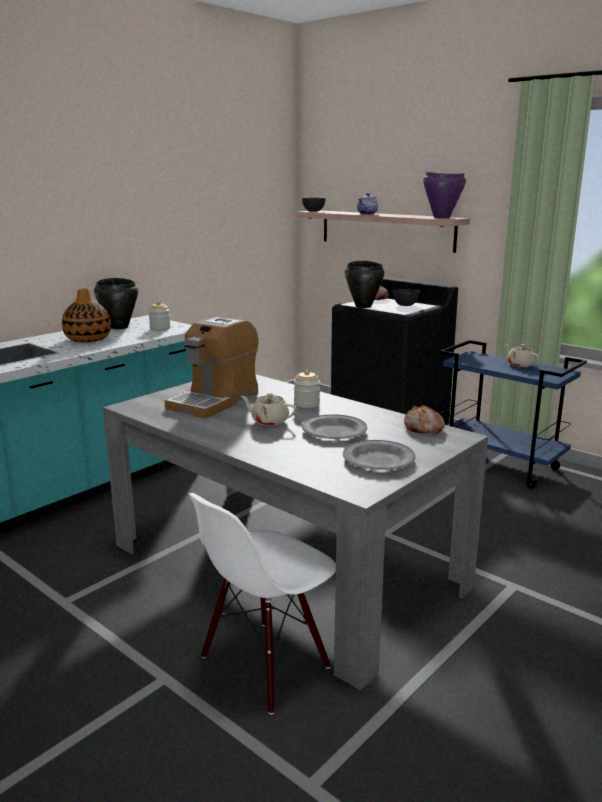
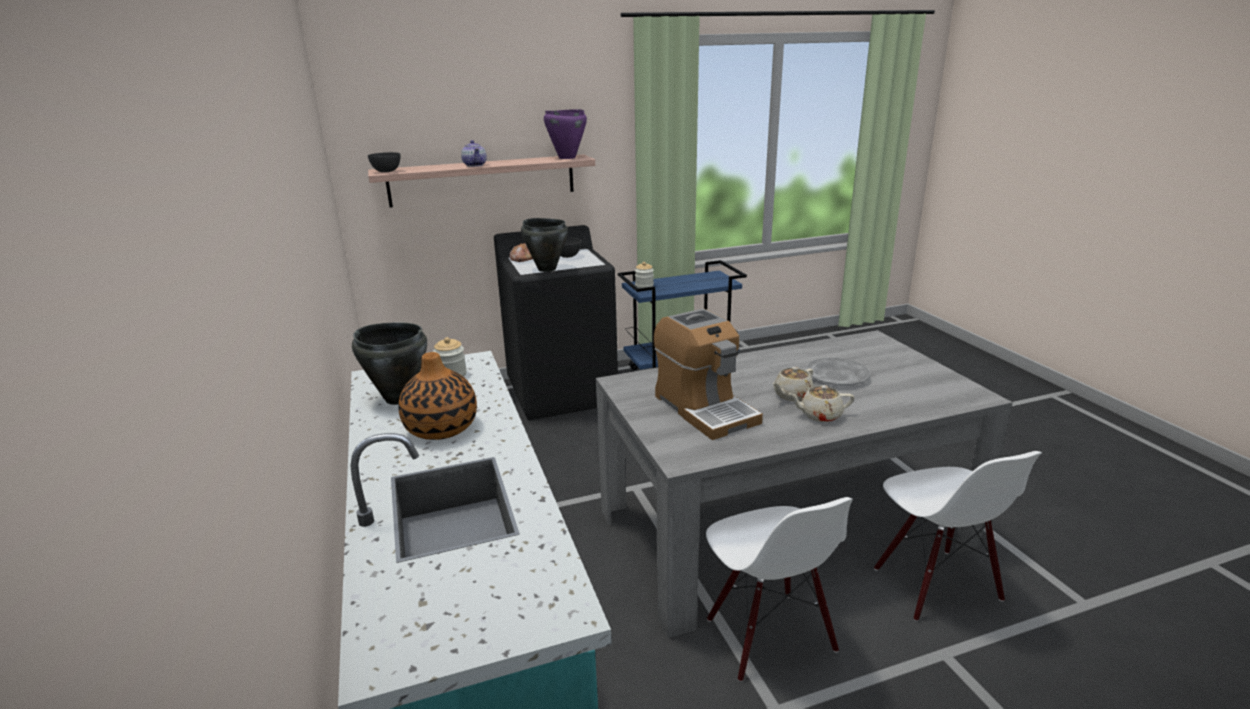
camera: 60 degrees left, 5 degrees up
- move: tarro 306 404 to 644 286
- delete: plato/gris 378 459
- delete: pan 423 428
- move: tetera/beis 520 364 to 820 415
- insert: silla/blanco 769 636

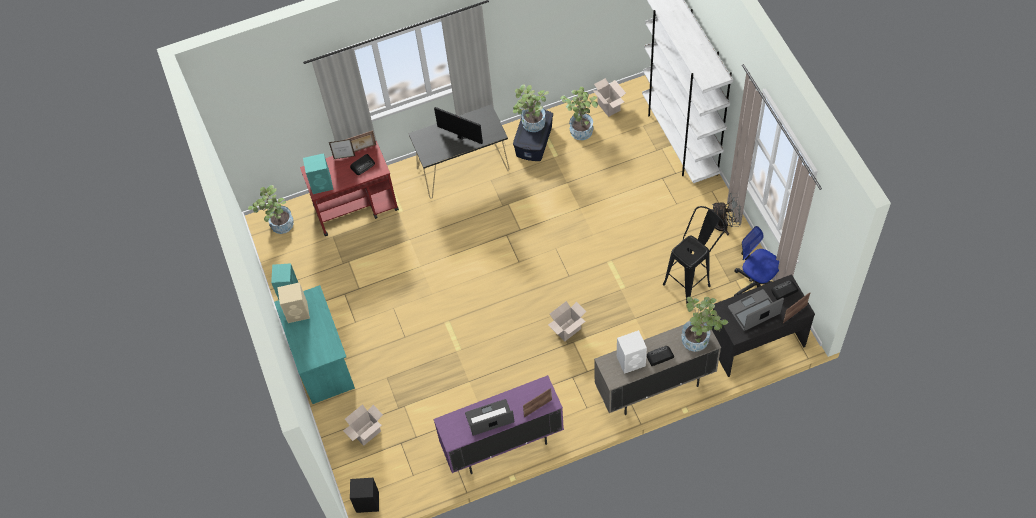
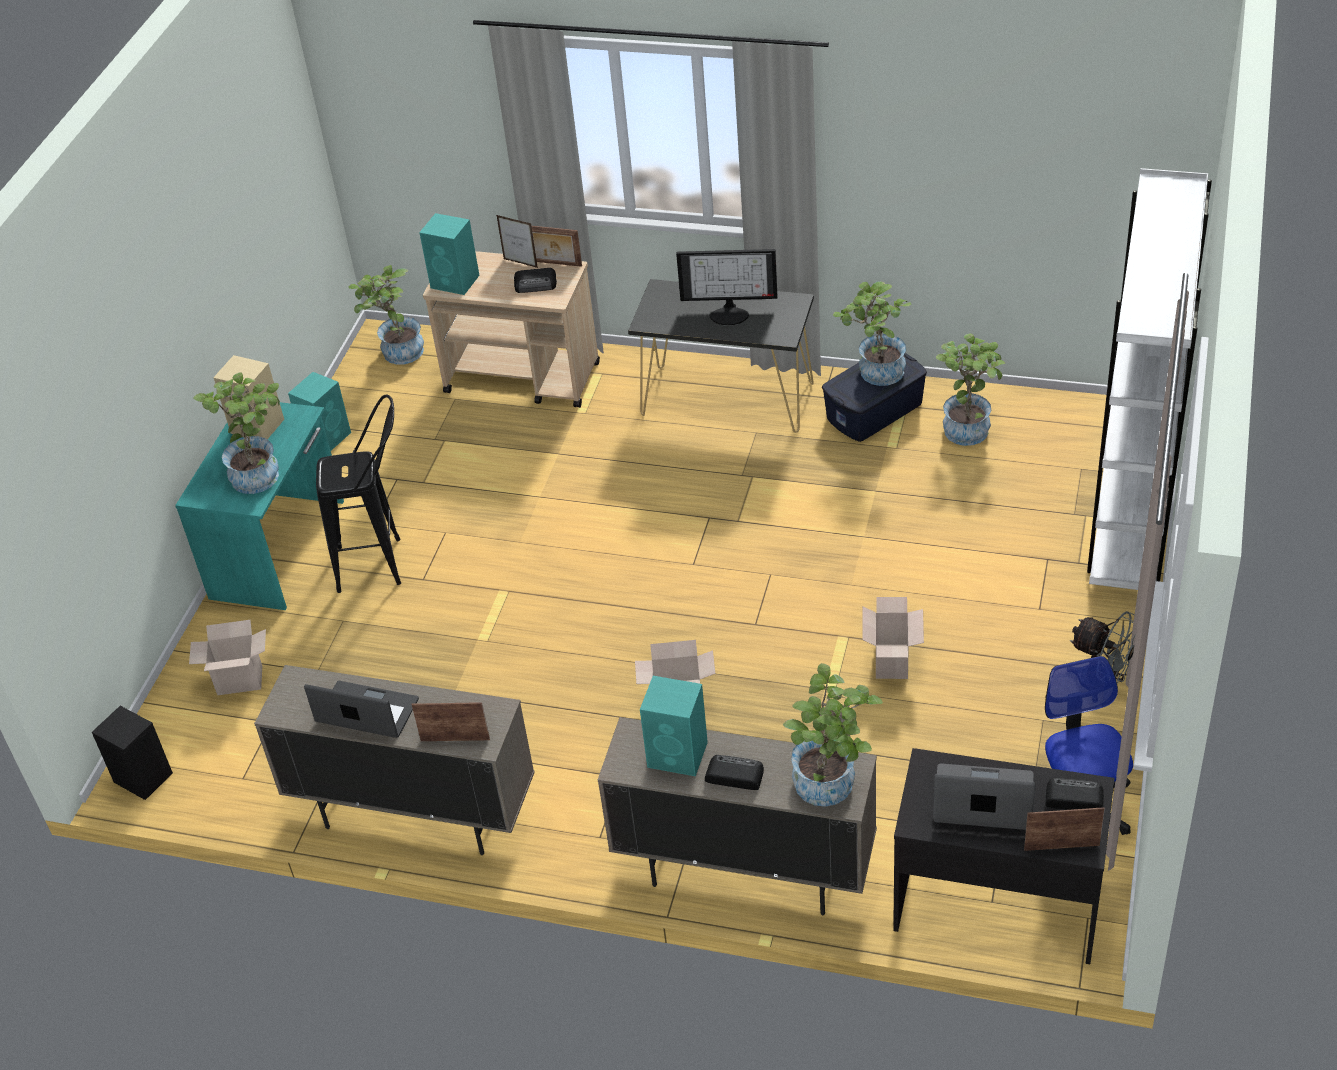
camera: 35 degrees right, 15 degrees down
- recolor: carrito/rojo 356 208 to carrito/beis 523 378
- recolor: armario/morado 502 445 to armario/beis 414 815
- rotate: monitor 462 134 = 730 313 120 degrees clockwise
- move: caja de cartón 609 107 to 893 663
- recolor: altavoz/blanco 631 361 to altavoz/turquesa 679 755
- move: taburete/negro 691 281 to 383 564
- insert: planta en maceta 260 472

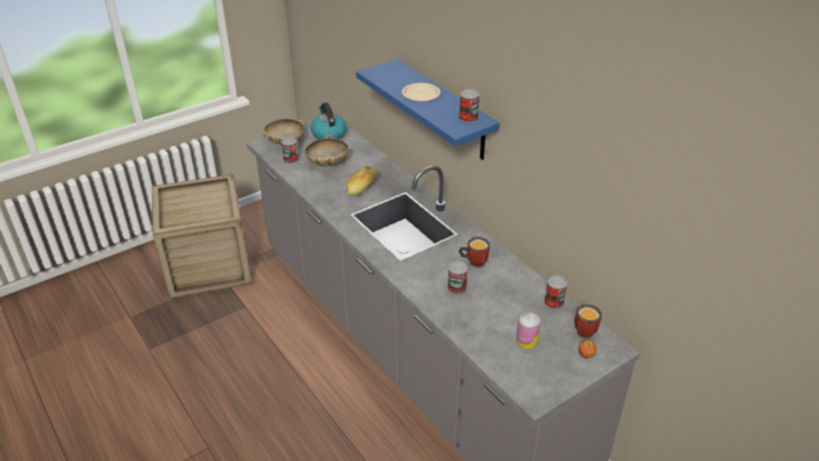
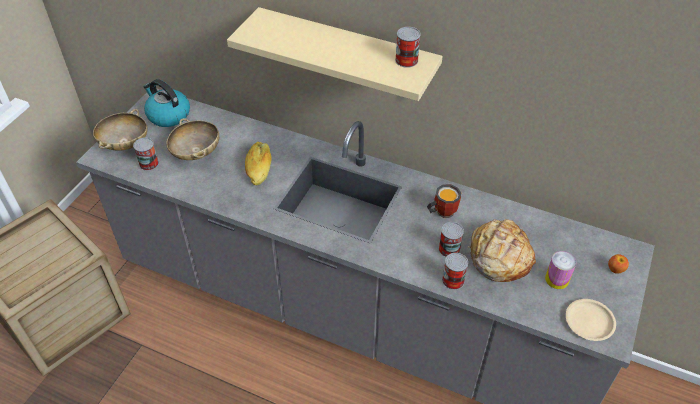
camera: 30 degrees left, 10 degrees up
- recolor: estante/azul 444 110 to estante/beis 347 55
- move: plato/beis 421 95 to 589 322
- move: lata 554 302 to 453 280
- delete: taza grande 585 330
- insert: pan 499 257

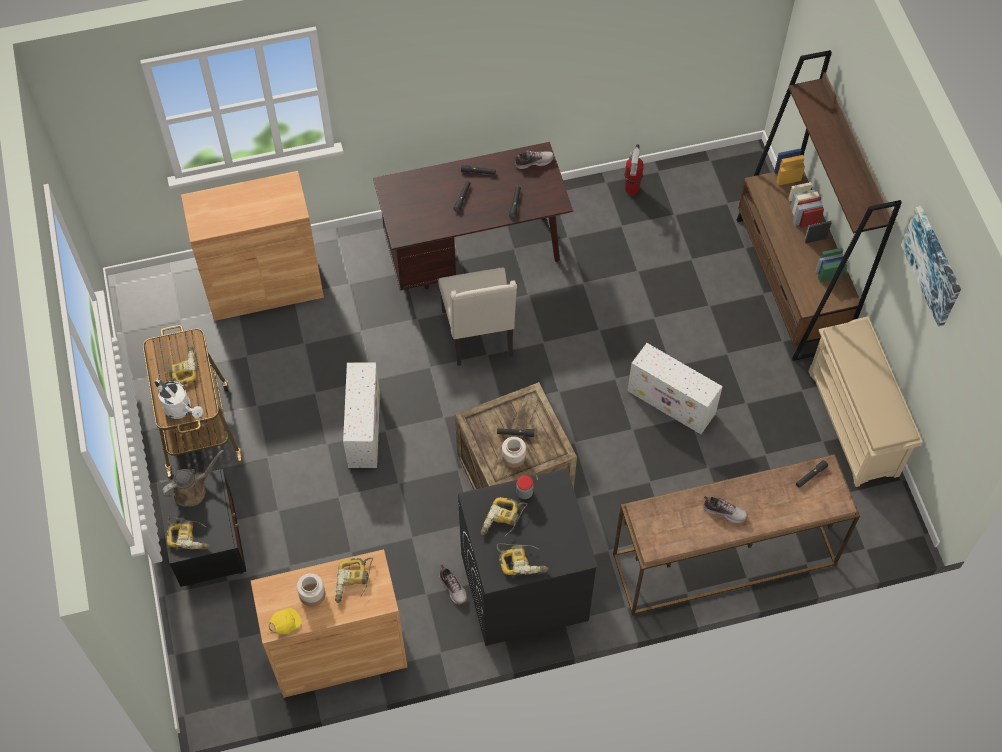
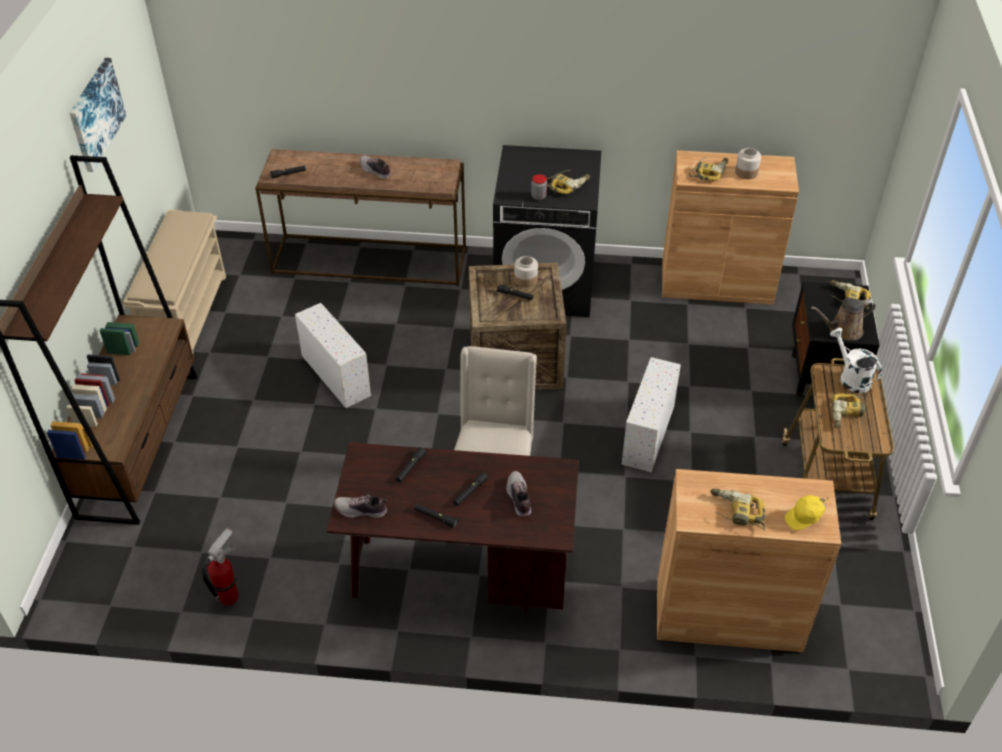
camera: 160 degrees left, 15 degrees down
- move: gorra/amarillo 285 624 to 804 519
- move: zapato 453 588 to 518 498
- move: taladro 522 561 to 736 512

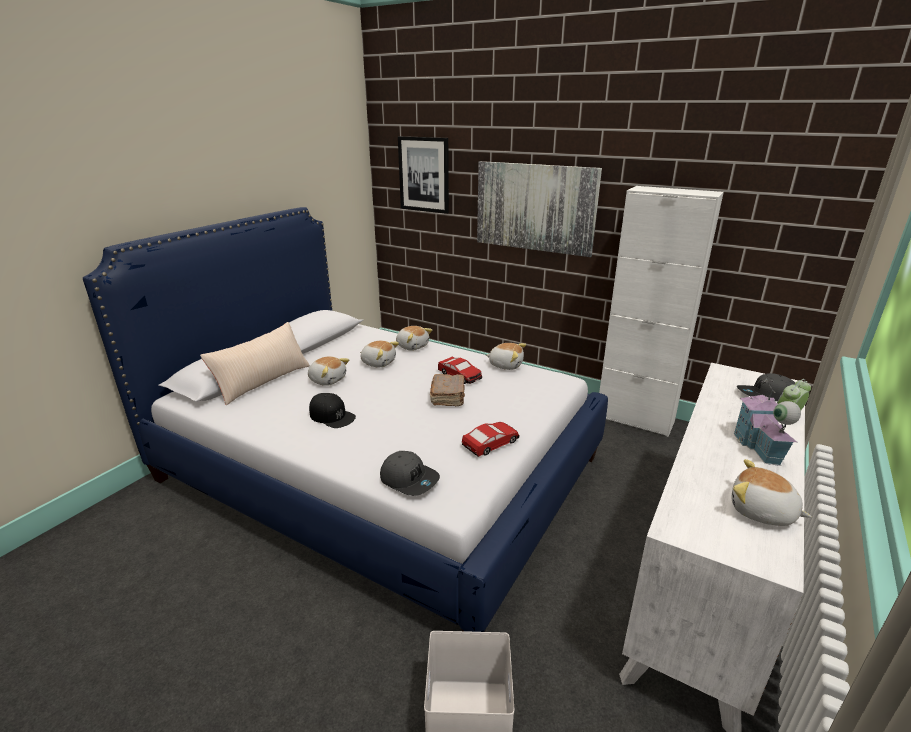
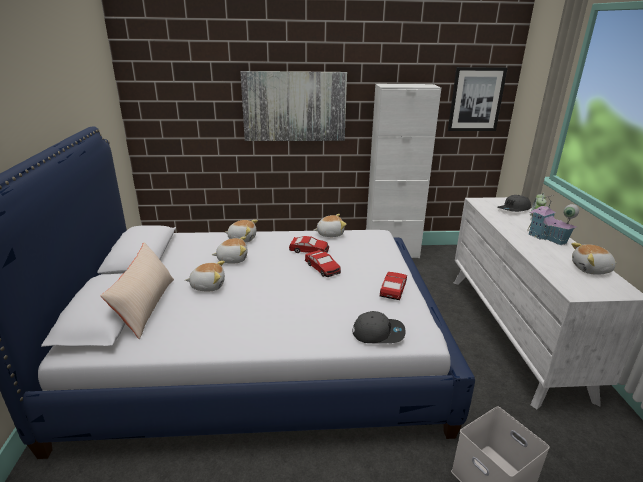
camera: 35 degrees left, 0 degrees up
- delete: gorra/negro 332 416
- move: cuadro 424 174 to 476 99
- replace: libro/marrón 448 397 to coche de juguete 322 268

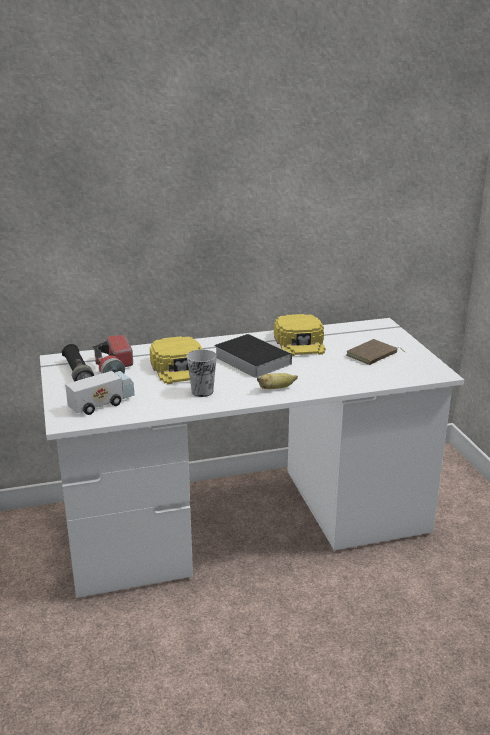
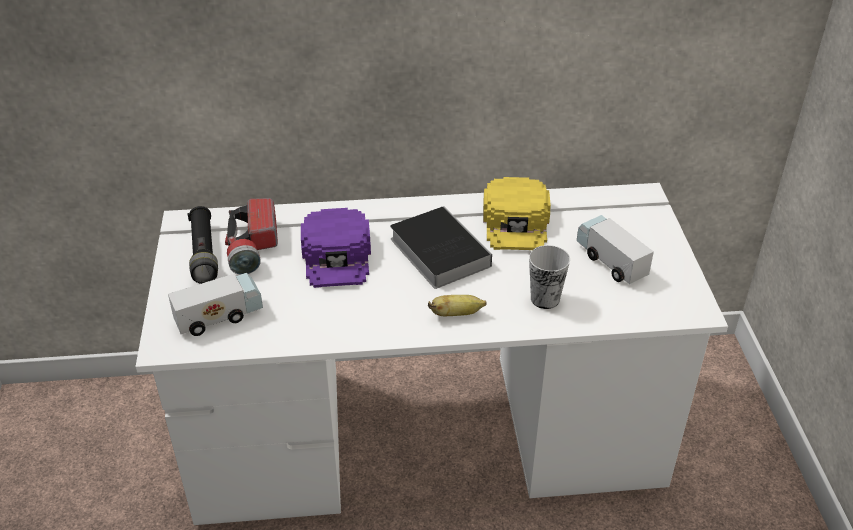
camera: 10 degrees right, 15 degrees up
- recolor: gorra/amarillo 179 367 to gorra/morado 337 256
- move: taza 202 391 to 545 299
- replace: libro/marrón 373 355 to camión de juguete 611 261

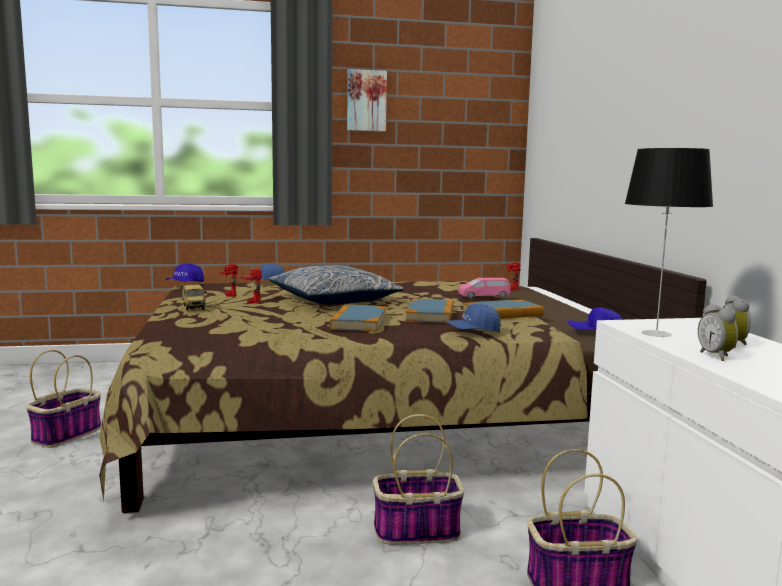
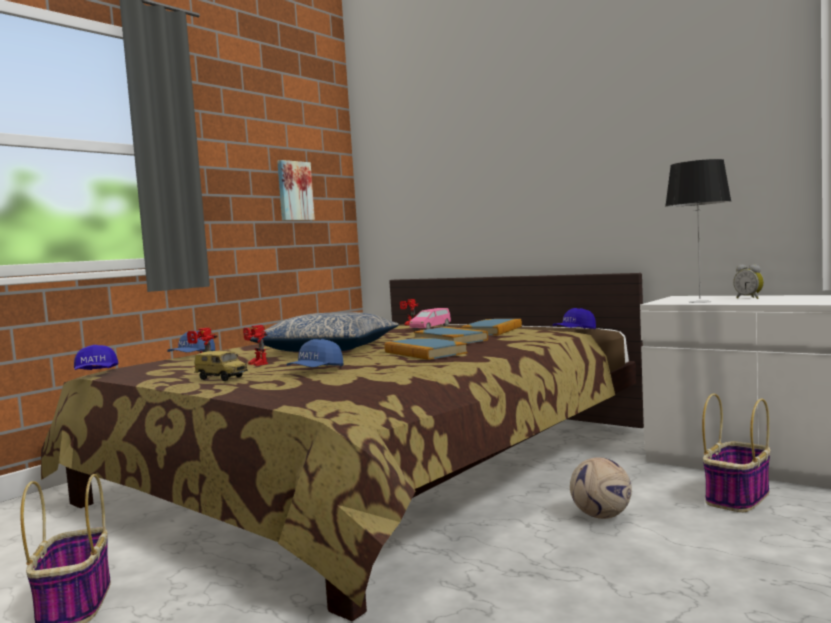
camera: 40 degrees left, 5 degrees down
- move: cuadro 366 101 to 294 191
- replace: cesta 415 531 to balón de fútbol 601 516
- move: gorra/azul 473 332 to 316 370
- delete: despertador 717 356

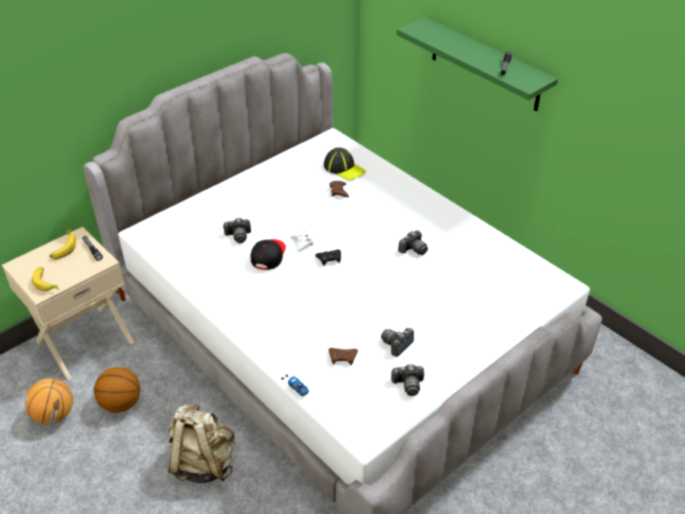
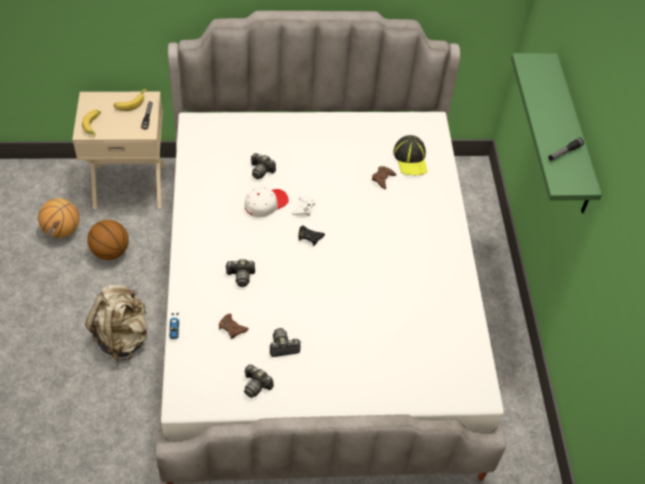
camera: 35 degrees right, 10 degrees up
- recolor: gorra/negro 268 256 to gorra/blanco 265 204
- move: cámara 413 249 to 241 276

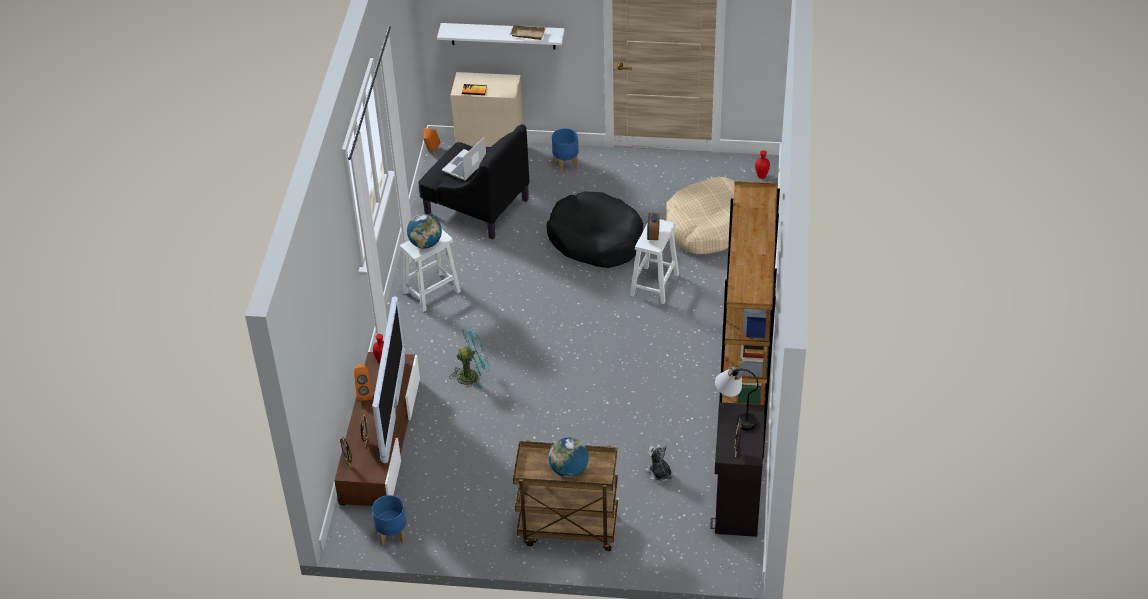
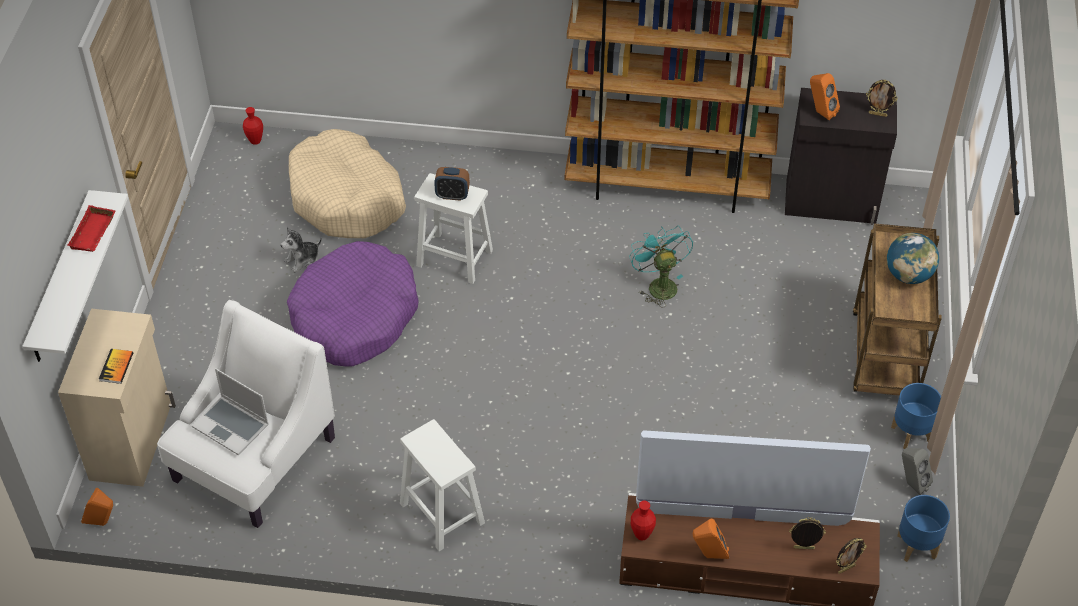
camera: 90 degrees left, 5 degrees up
- delete: globo terráqueo 425 243
- recolor: sillón/negro 476 206 to sillón/blanco 253 460
- move: ventilador/turquesa 472 375 to 659 284
- recolor: bandeja/beis 527 35 to bandeja/rojo 94 233
- recolor: cama para perro/negro 595 239 to cama para perro/morado 354 317
- move: maceta/azul 566 164 to 910 433
- move: peluche 659 474 to 303 260
- replace: lámpara de mesa 735 415 to altavoz/naranja 820 112
- insert: altavoz/gris 911 483

